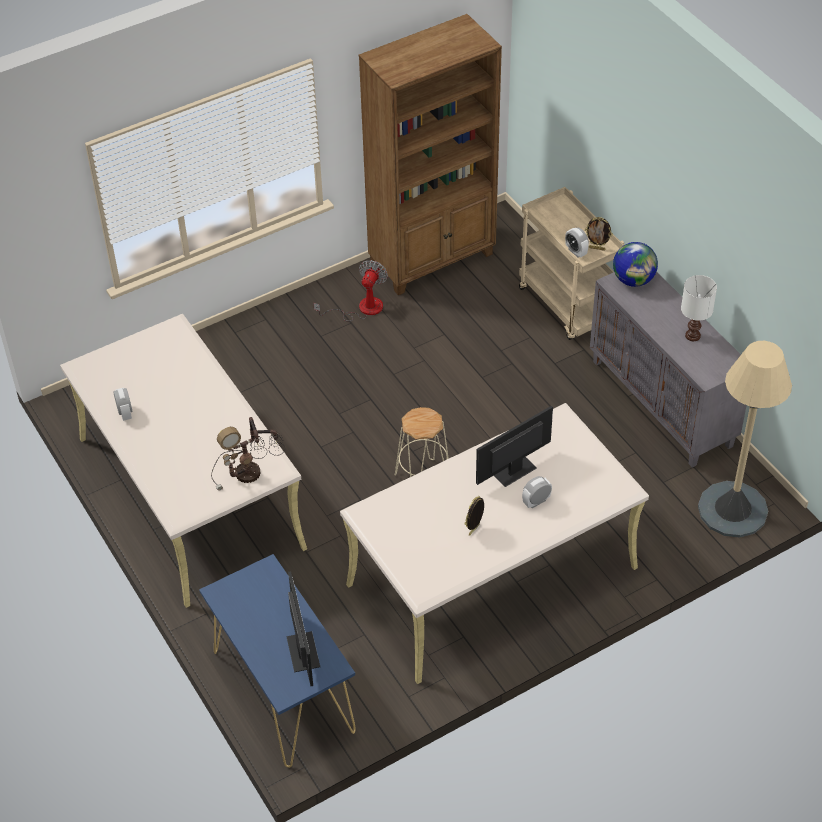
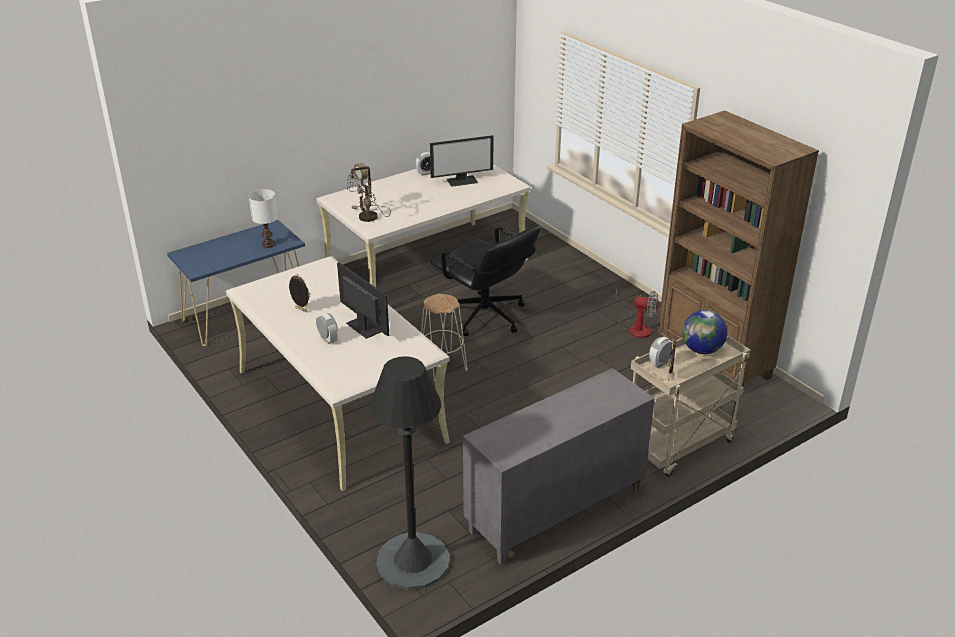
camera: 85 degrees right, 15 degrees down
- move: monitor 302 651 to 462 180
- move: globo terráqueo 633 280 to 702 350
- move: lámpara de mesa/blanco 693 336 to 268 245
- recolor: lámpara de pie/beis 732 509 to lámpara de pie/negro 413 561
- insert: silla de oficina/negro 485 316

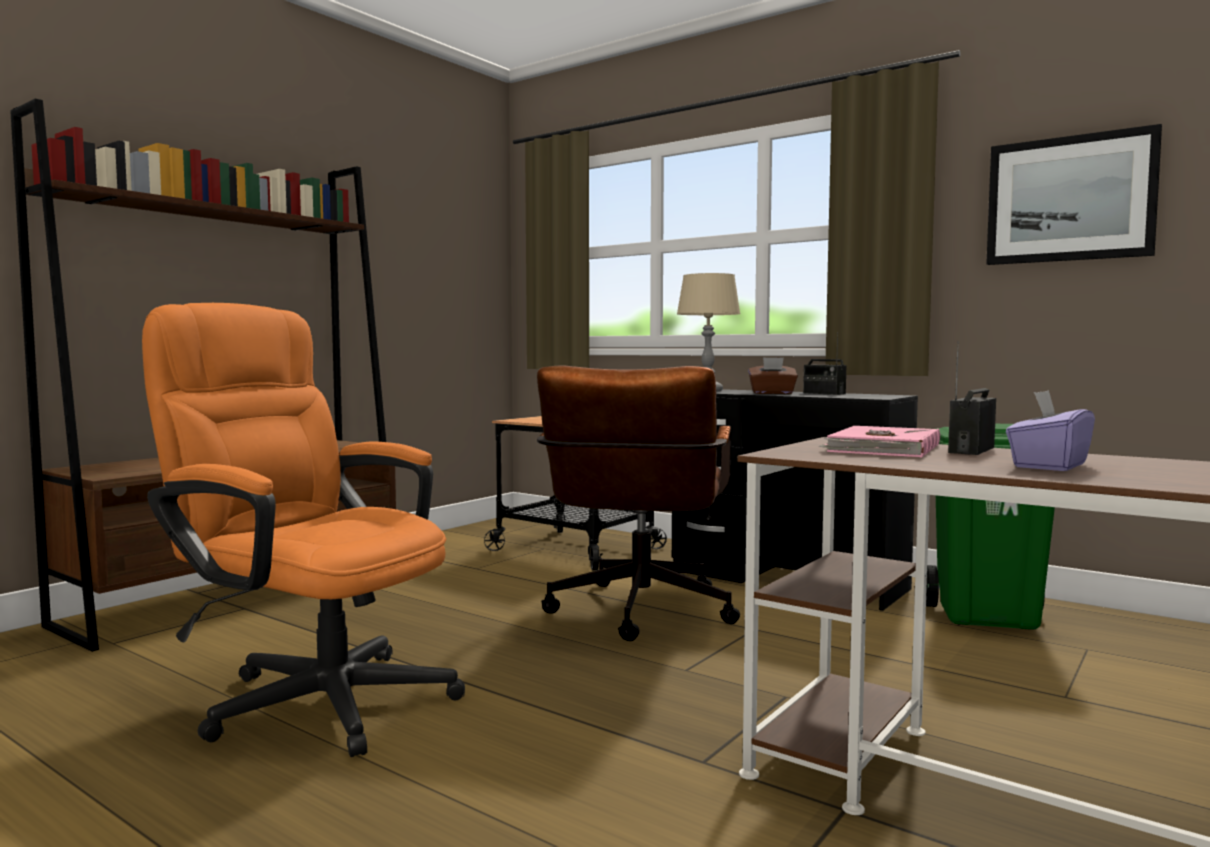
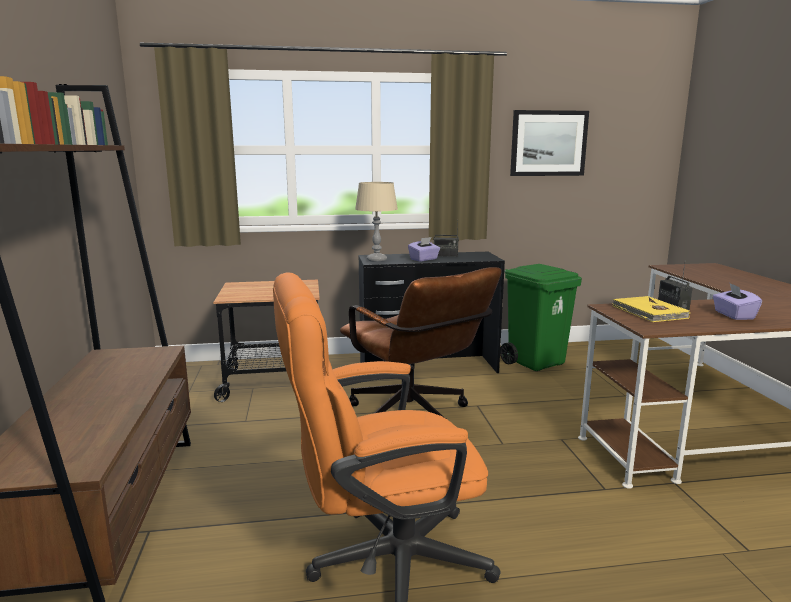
camera: 45 degrees left, 10 degrees up
- recolor: caja de pañuelos/marrón 772 393 to caja de pañuelos/morado 424 259
- recolor: libro/rosa 882 448 to libro/amarillo 648 312

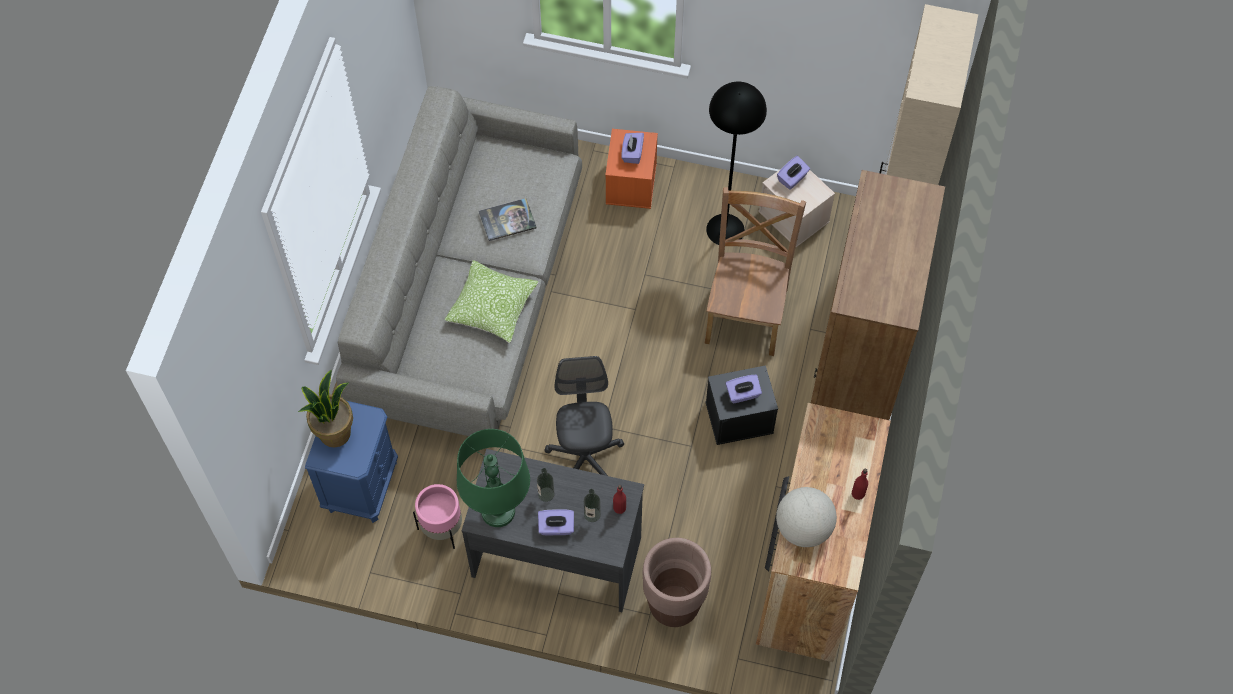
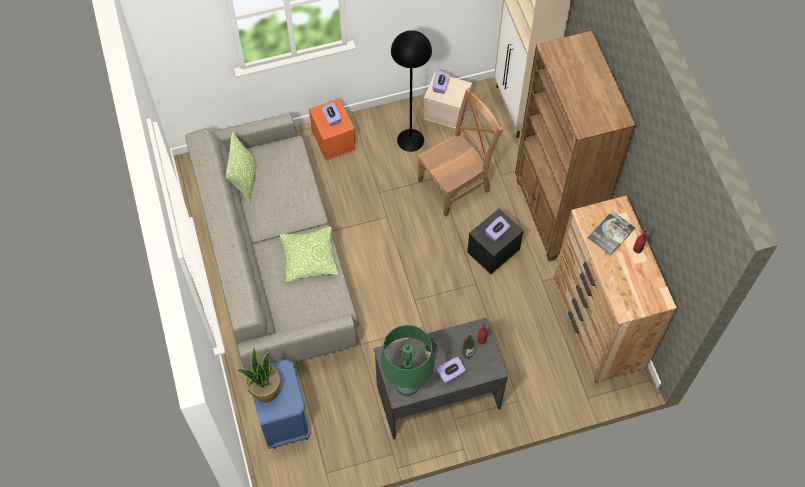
camera: 30 degrees left, 0 degrees up
- delete: maceta/rosa 442 528
- move: libro 507 220 to 611 233
- delete: silla de oficina/gris 585 457
- delete: maceta/marrón 673 606
- rotate: silla/marrón 747 313 = 456 184 75 degrees clockwise
- delete: globo terráqueo 803 528
- insert: cojín 245 179

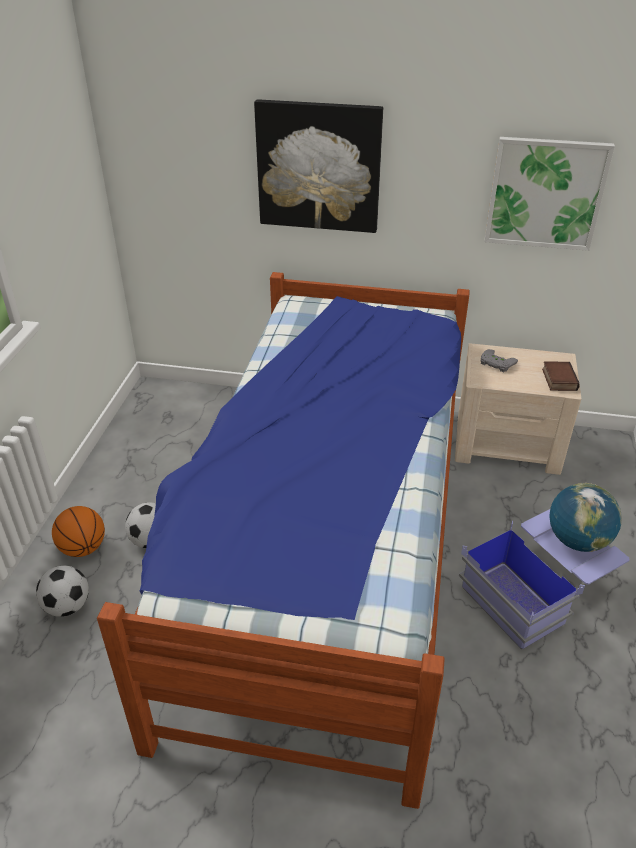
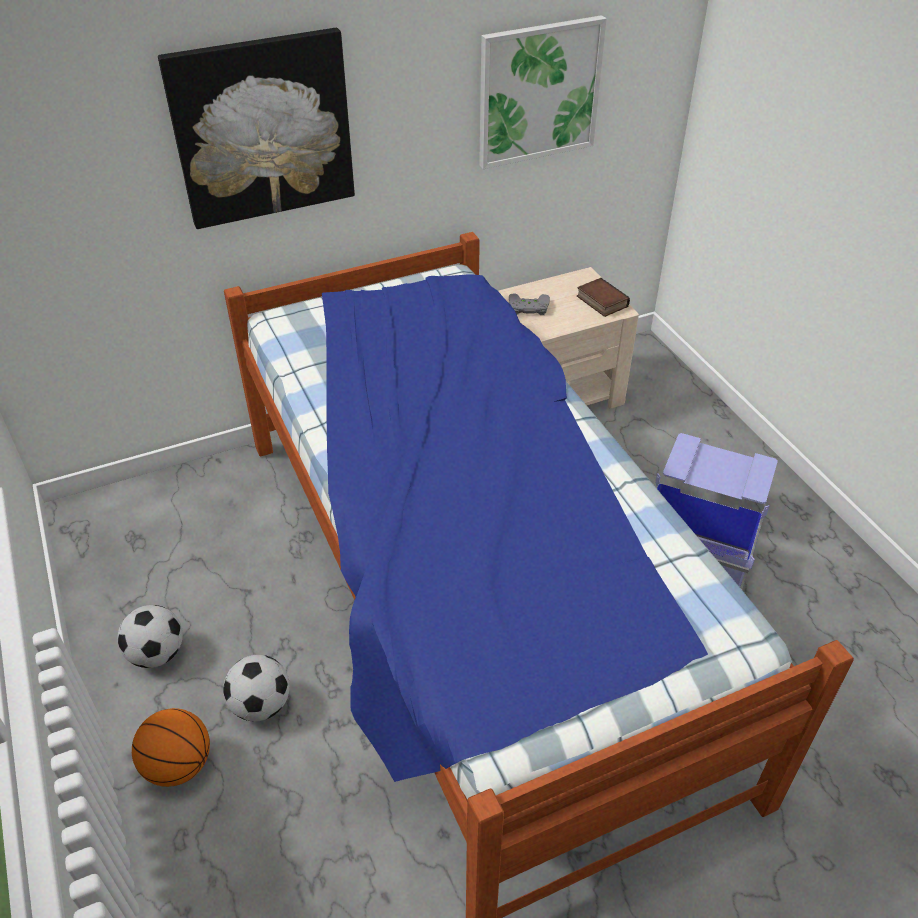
camera: 35 degrees left, 5 degrees up
- move: balón de fútbol 67 606 to 157 654
- delete: globo terráqueo 577 540

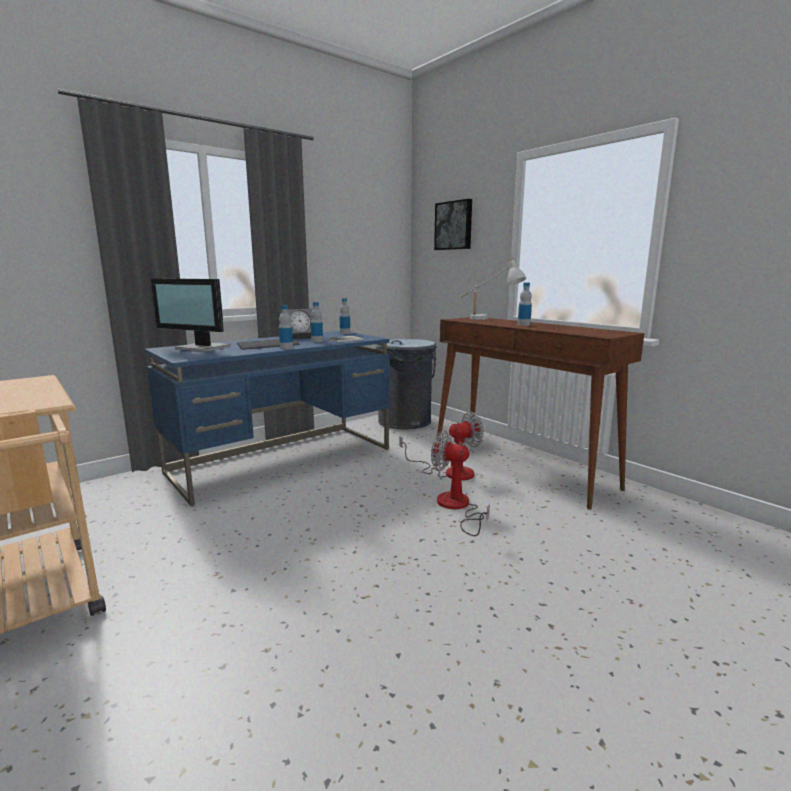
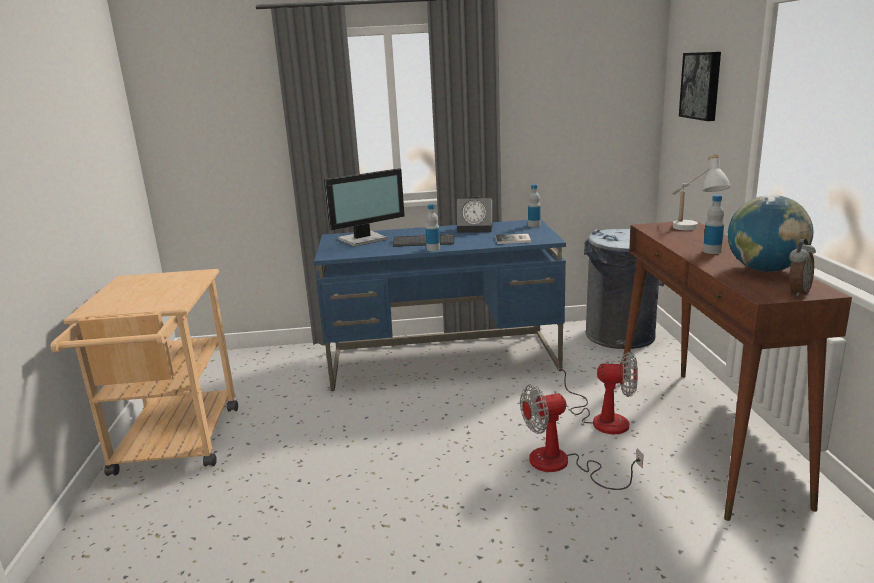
camera: 35 degrees right, 5 degrees up
- rotate: monitor 202 348 = 364 239 90 degrees counterclockwise
- delete: botella 317 341
- rotate: ventilador 457 507 = 562 465 75 degrees counterclockwise
- insert: globo terráqueo 765 269
- insert: despertador 797 292

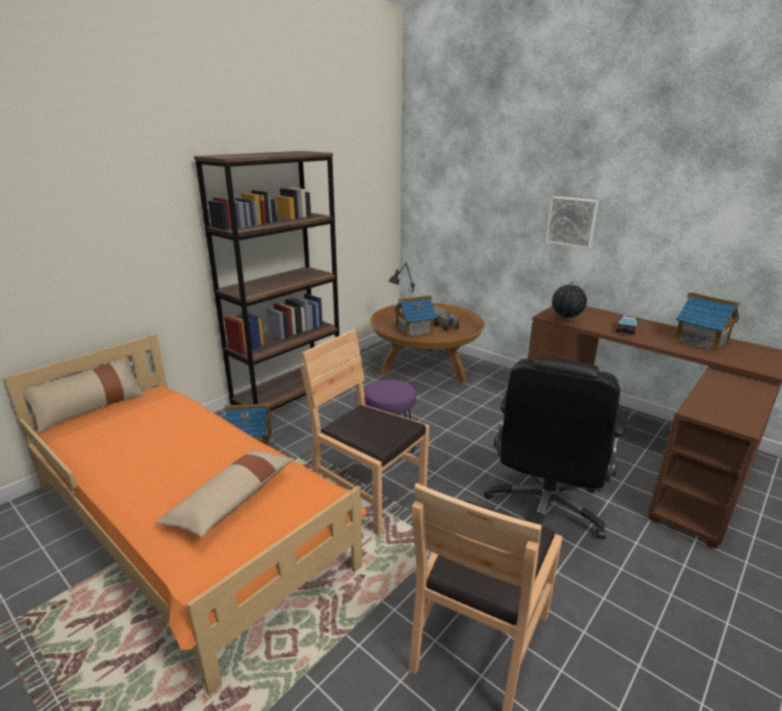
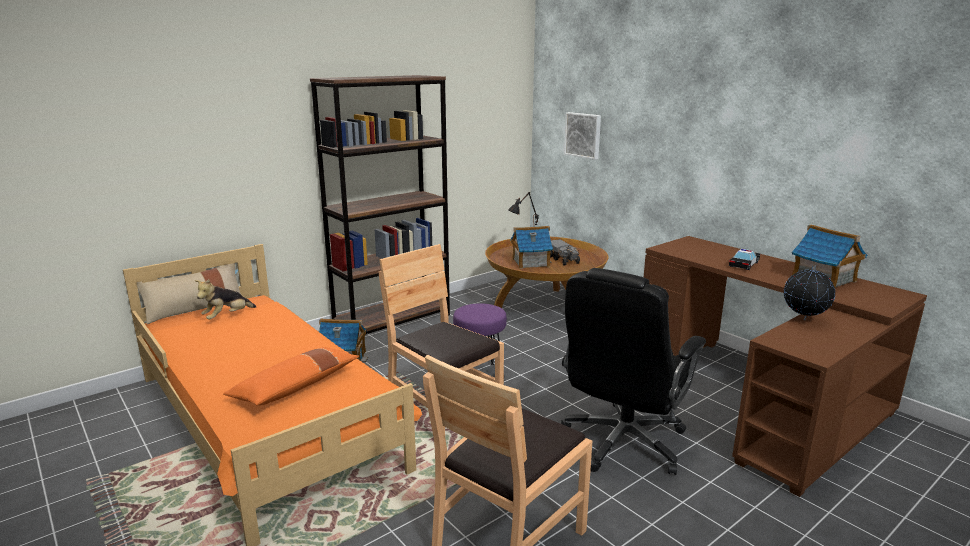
camera: 10 degrees right, 5 degrees down
- recolor: cojín/beis 232 500 to cojín/naranja 296 387
- move: cuadro 572 221 to 583 135
- move: globo terráqueo 565 321 to 803 319
- insert: peluche 227 317

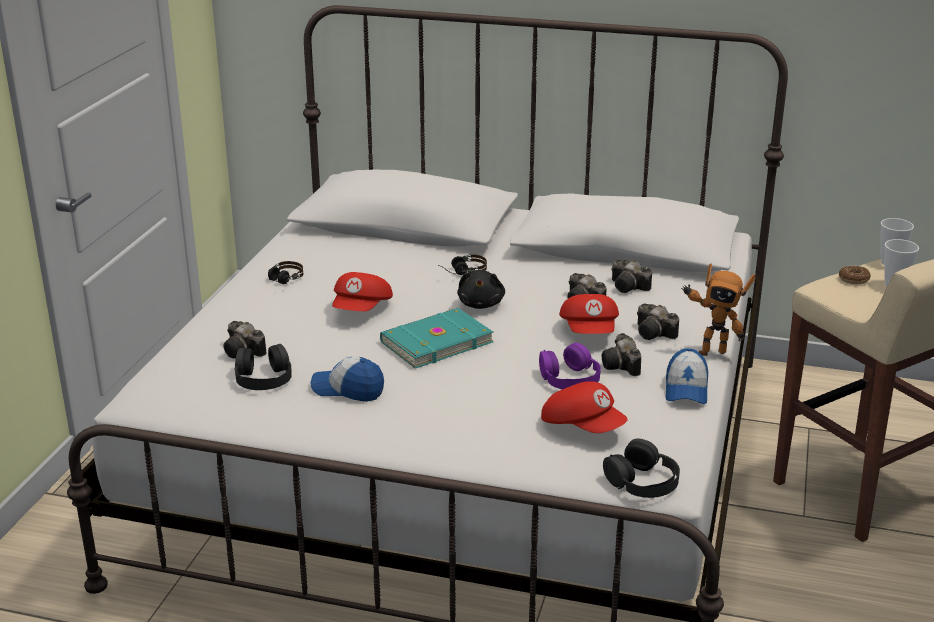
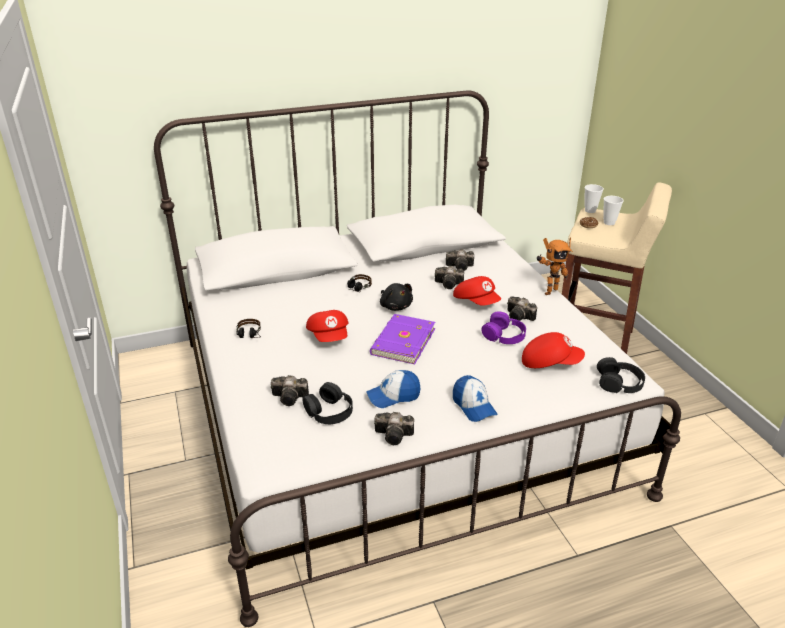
camera: 35 degrees left, 5 degrees up
- recolor: libro/turquesa 435 341 to libro/morado 402 341
- move: cámara 655 334 to 395 435
- move: gorra 686 389 to 473 406

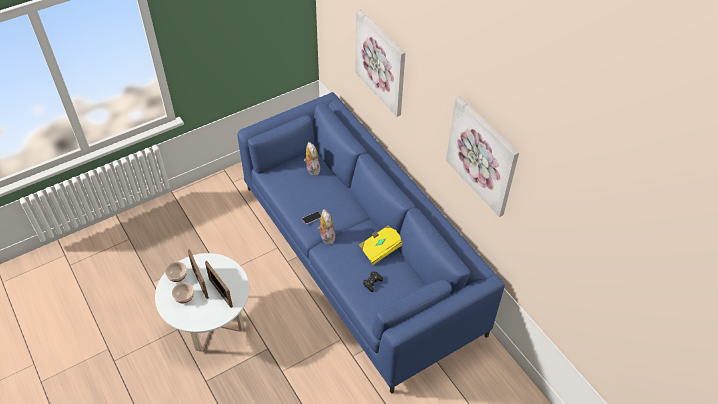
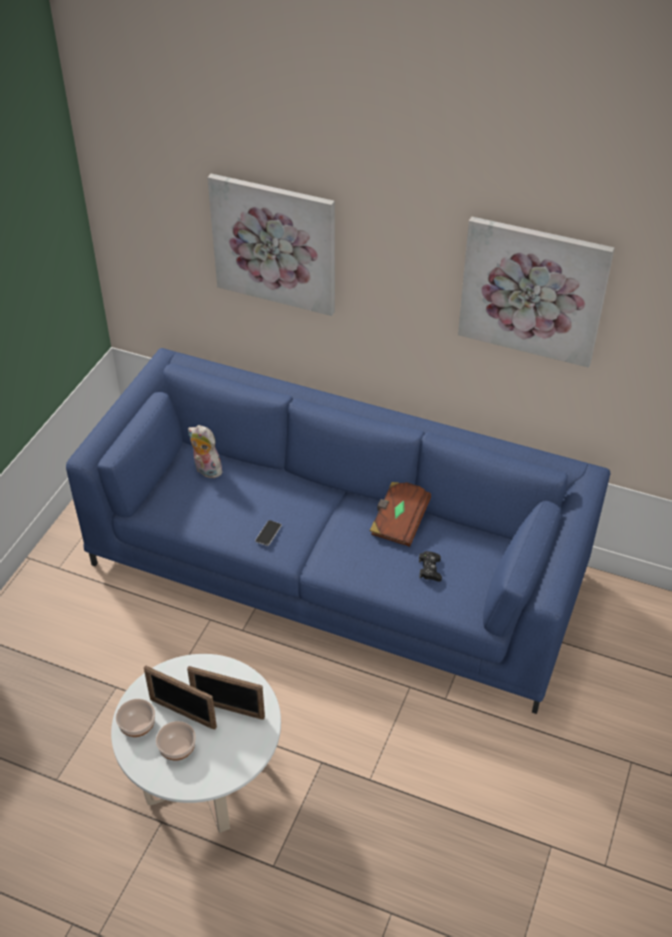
camera: 35 degrees left, 5 degrees down
- delete: peluche 326 237
- recolor: libro/amarillo 381 248 to libro/marrón 399 521

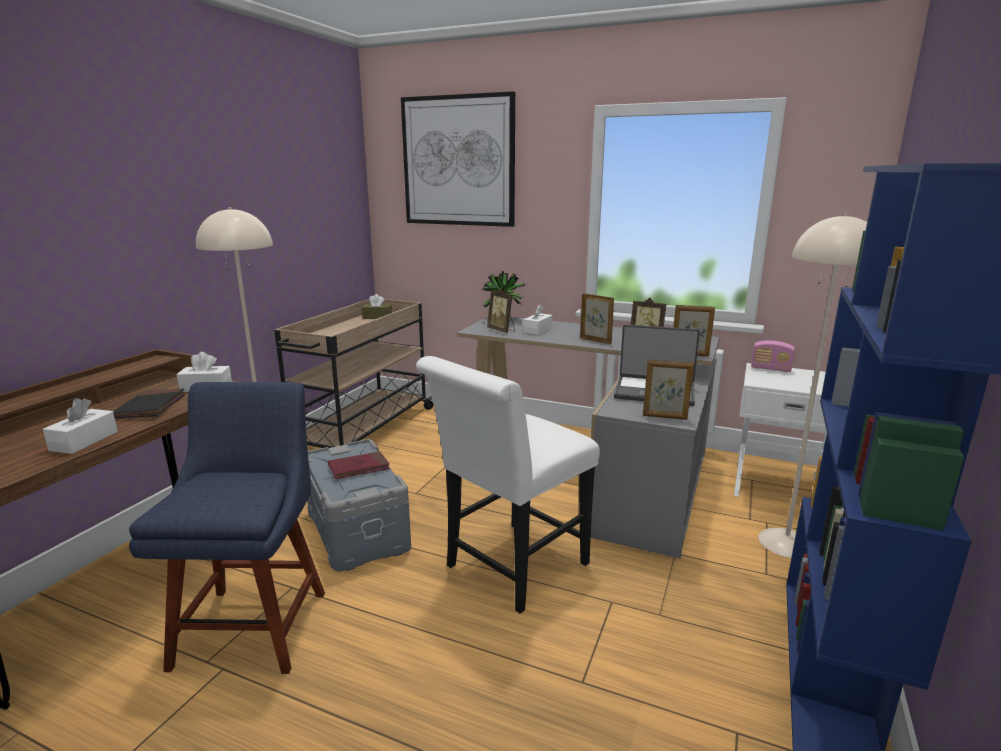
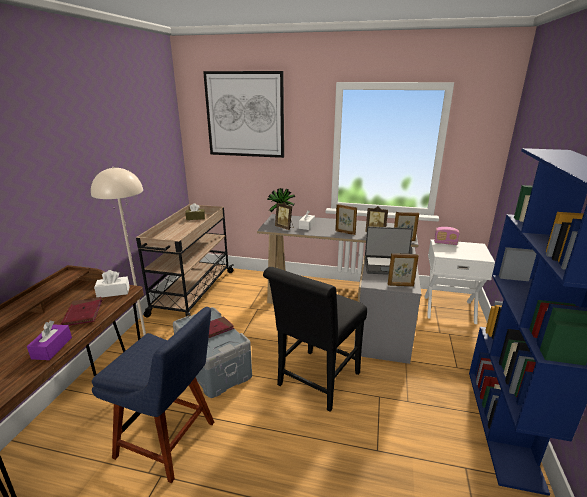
camera: 10 degrees left, 5 degrees up
- recolor: caja de pañuelos/blanco 84 441 to caja de pañuelos/morado 52 348
- recolor: libro/negro 150 407 to libro/rojo 83 313
- rotate: silla/azul 254 623 = 170 441 120 degrees clockwise
- recolor: silla/blanco 510 569 to silla/negro 315 382
- delete: lámpara de pie/beis 786 542

